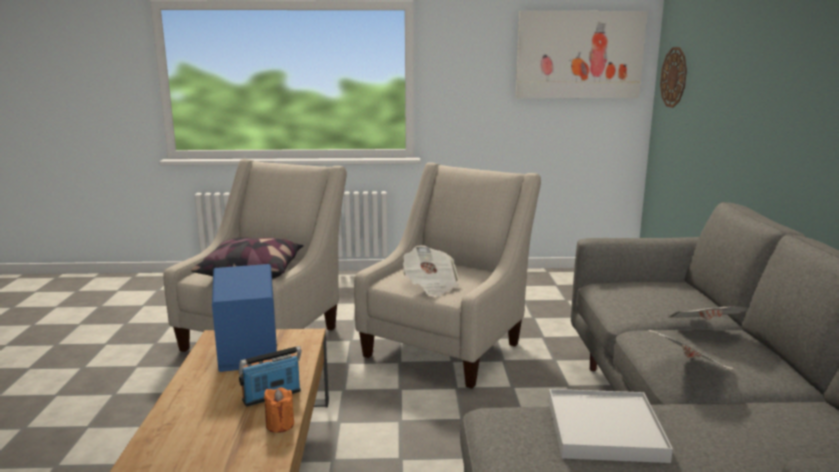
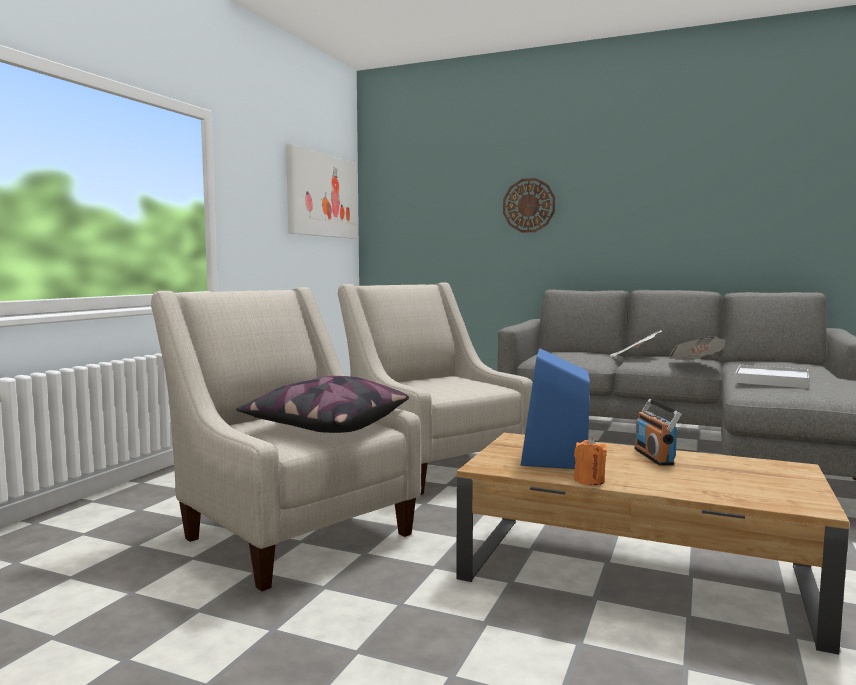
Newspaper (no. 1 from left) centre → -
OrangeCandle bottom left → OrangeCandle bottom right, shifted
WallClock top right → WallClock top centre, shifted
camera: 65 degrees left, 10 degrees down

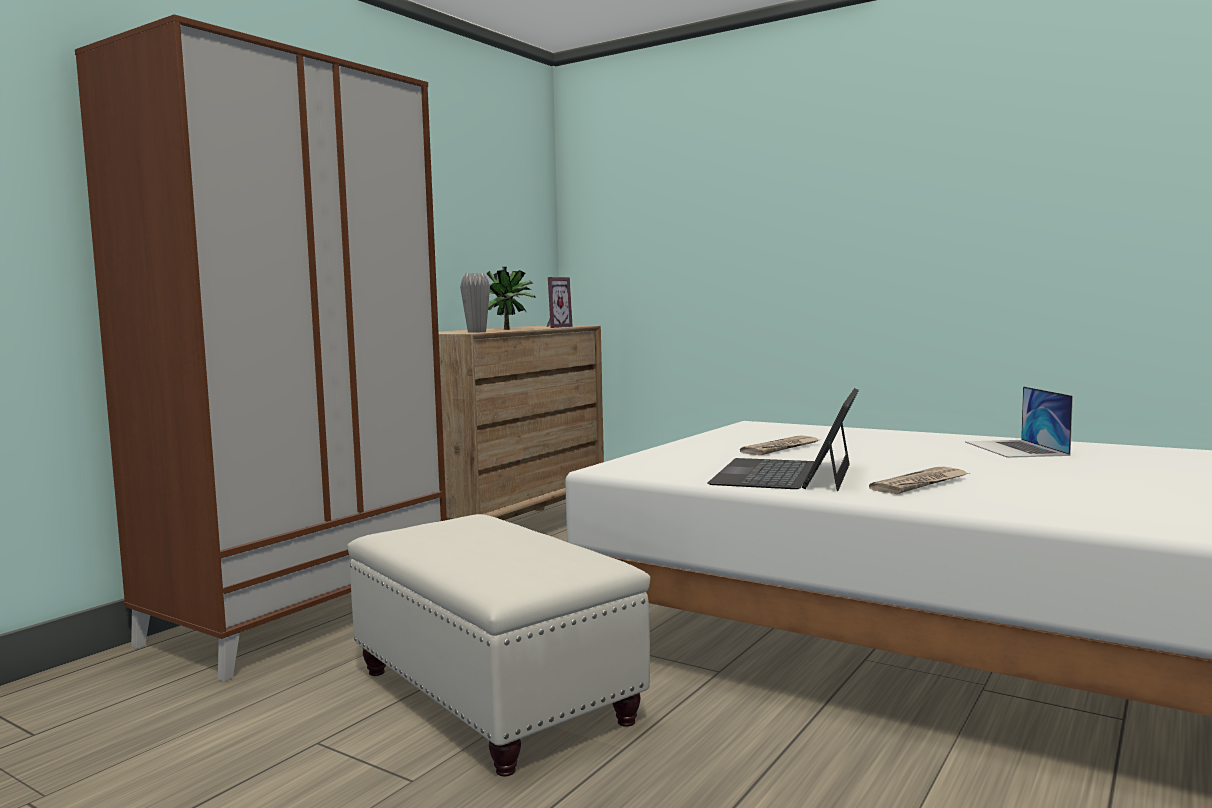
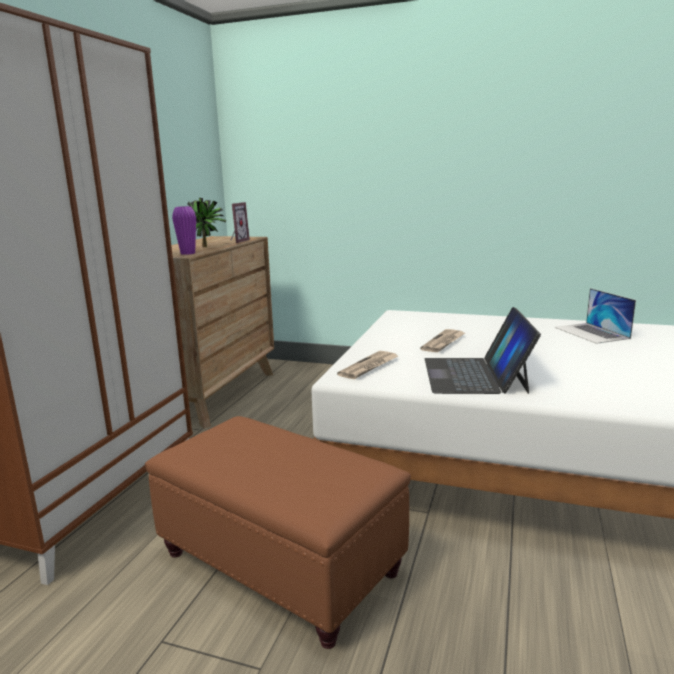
Newspaper (no. 2 from left in the first image) middle right → Newspaper (no. 1 from left) centre, shifted
WhiteOttoman bottom centre → BrownOttoman bottom centre
GreyVase centre → PurpleVase middle left
camera: 15 degrees left, 10 degrees up

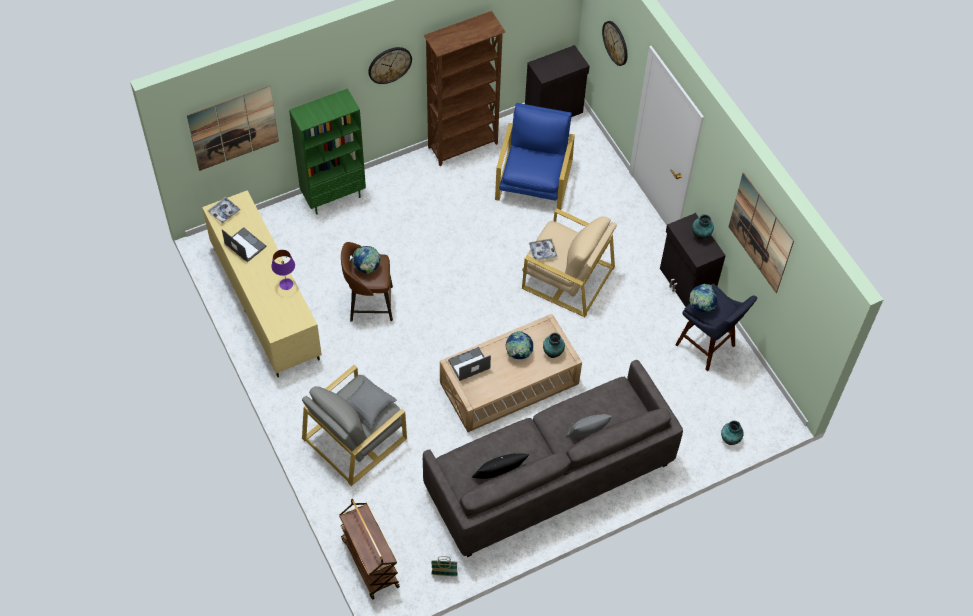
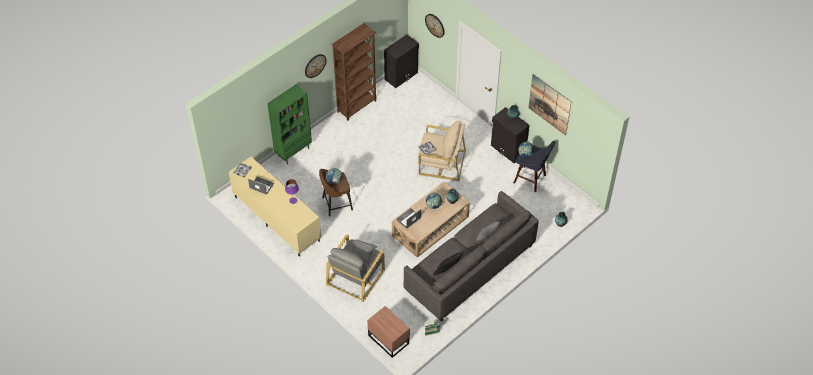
Picture (no. 1 from left) top left → -
BlueArmchair top centre → -
BrownCart bottom centre → BrownNightstand bottom centre
camera: 15 degrees left, 5 degrees down

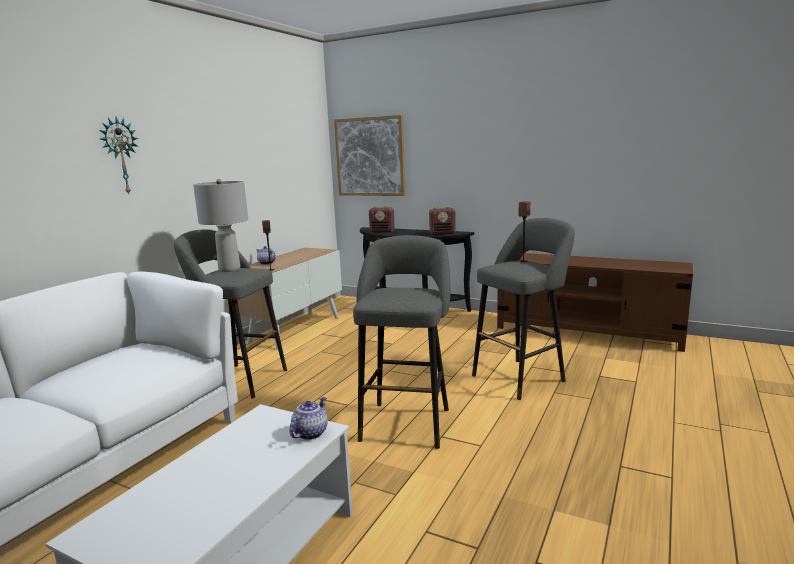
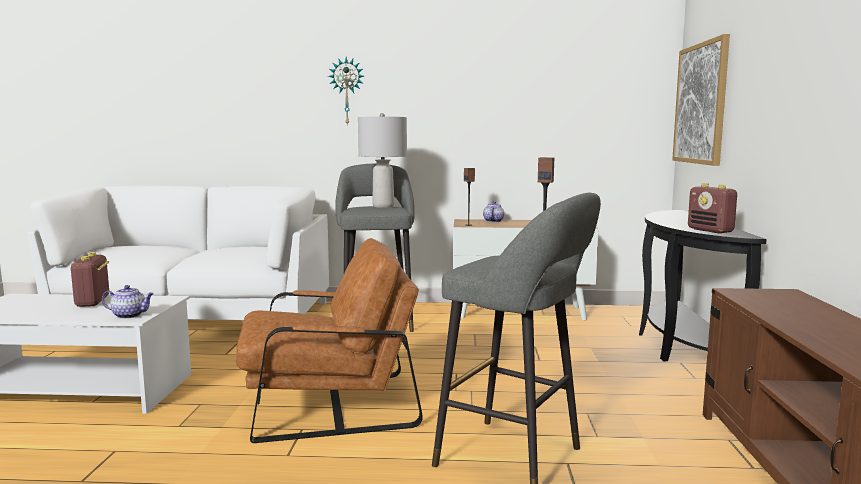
Radio (no. 1 from left) centre → Radio (no. 1 from left) middle left, shifted
GreyStool (no. 2 from left) centre → BrownArmchair bottom centre
camera: 65 degrees right, 5 degrees down

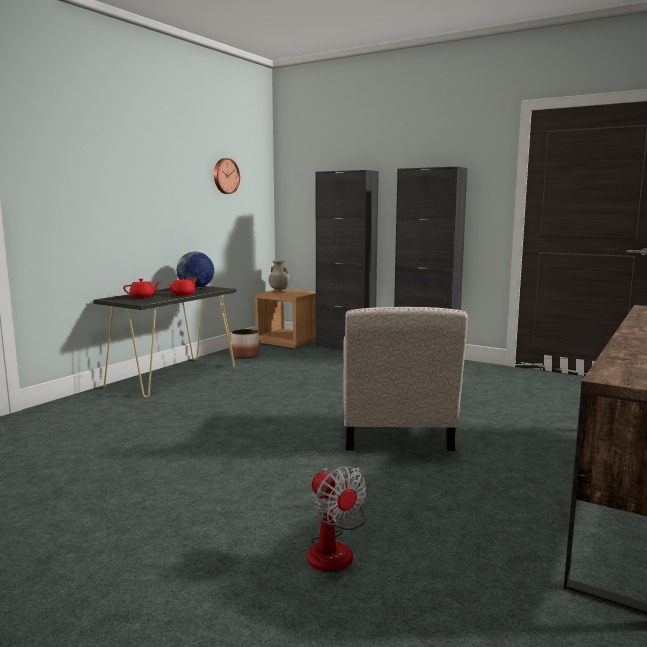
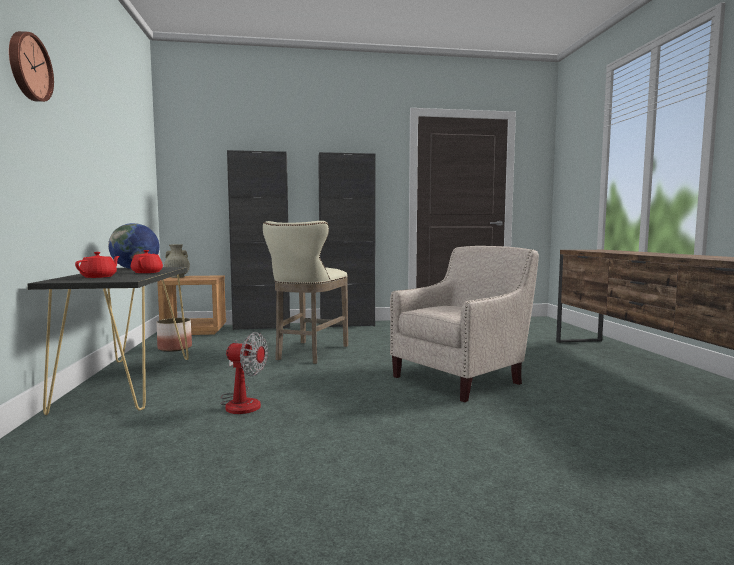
- → BeigeStool centre
WallClock top centre → WallClock top left, shifted
Fan bottom centre → Fan middle left, shifted
BeigeArmchair centre, 90 degrees counterclockwise
camera: 40 degrees left, 5 degrees down

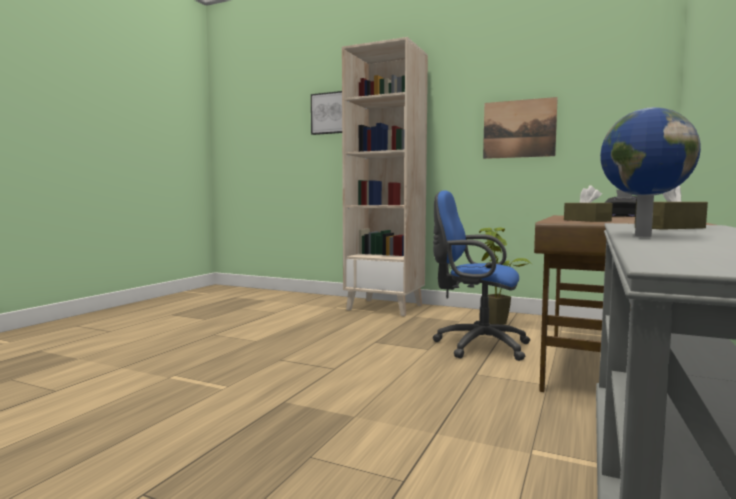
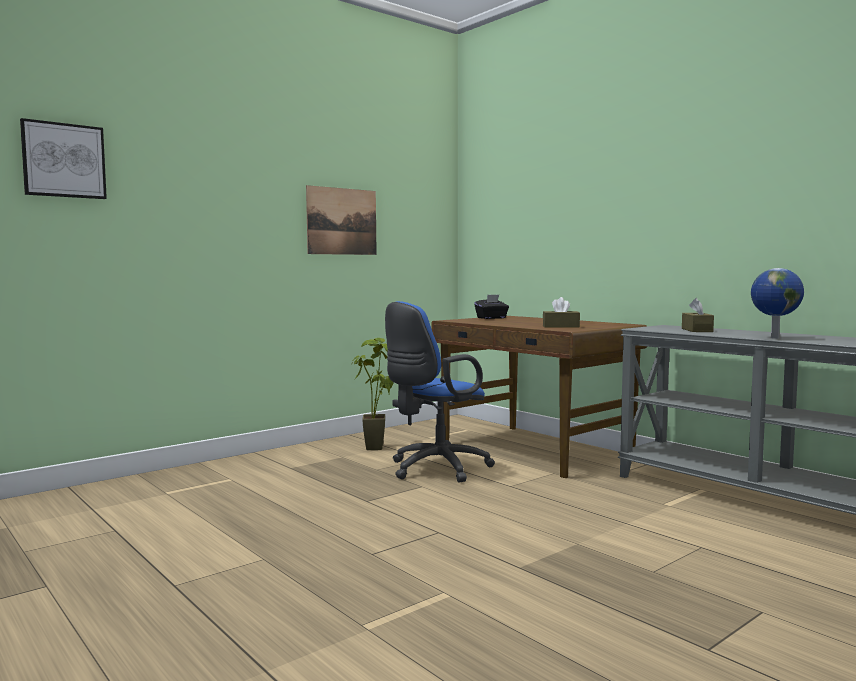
BeigeBookcase centre → -
camera: 65 degrees left, 0 degrees up

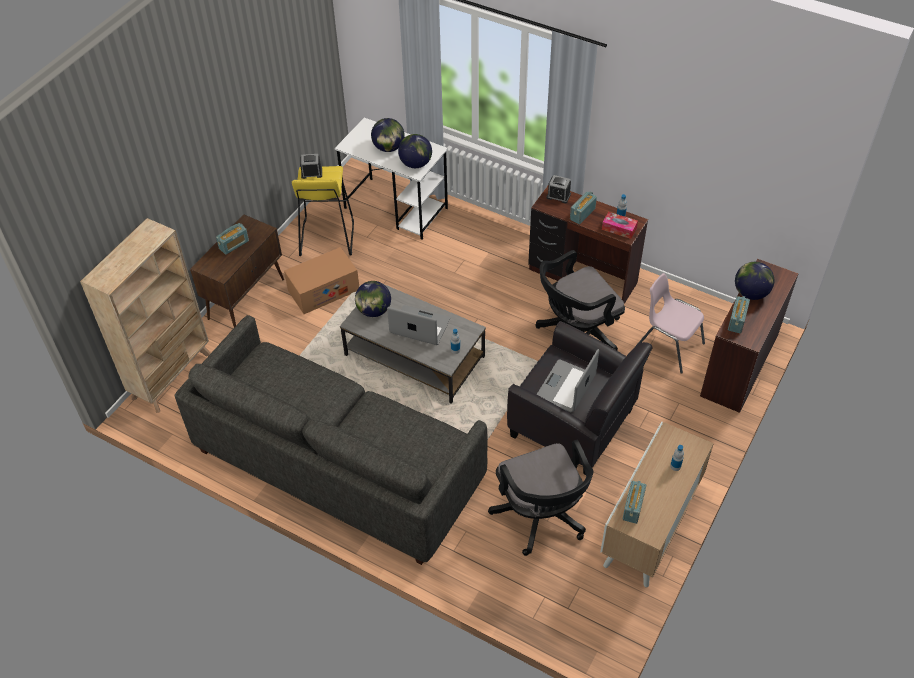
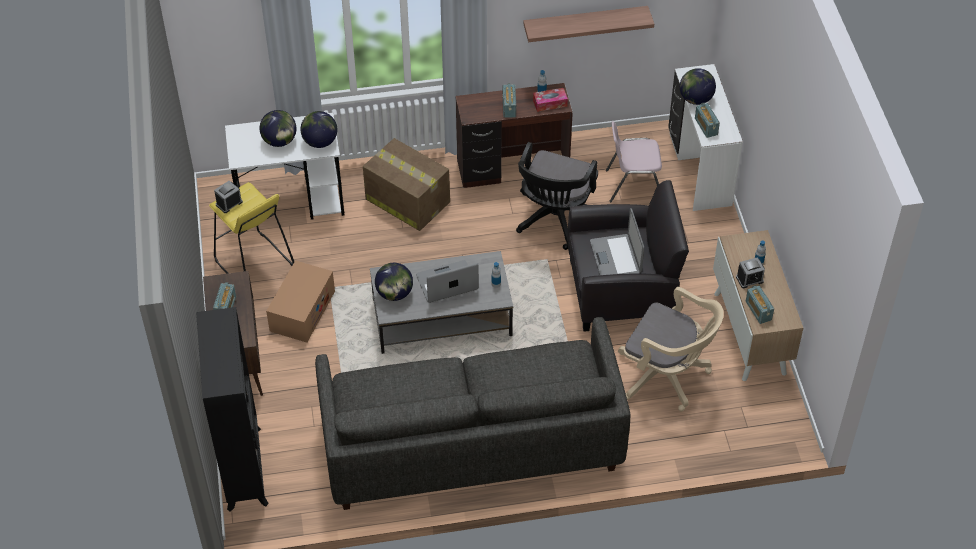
- → CardboardBox (no. 2 from left) centre
- → Shelf top centre
AlarmClock (no. 2 from left) top centre → AlarmClock (no. 2 from left) middle right, shifted
BeigeBookcase middle left → BlackBookcase bottom left
BlackOfficeChair (no. 1 from left) bottom centre → BeigeOfficeChair middle right
BrownDesk (no. 2 from left) middle right → WhiteDesk (no. 2 from left) top right
camera: 40 degrees left, 0 degrees up

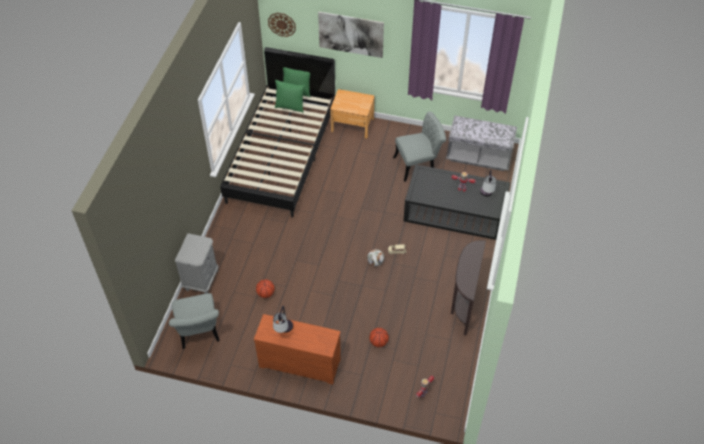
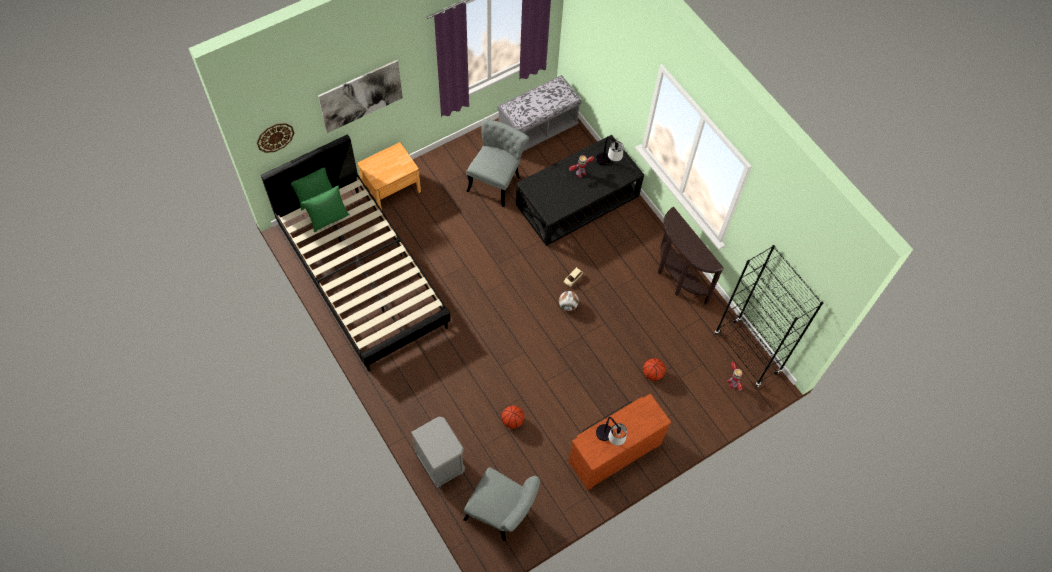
- → BlackBookcase middle right
camera: 50 degrees left, 10 degrees up

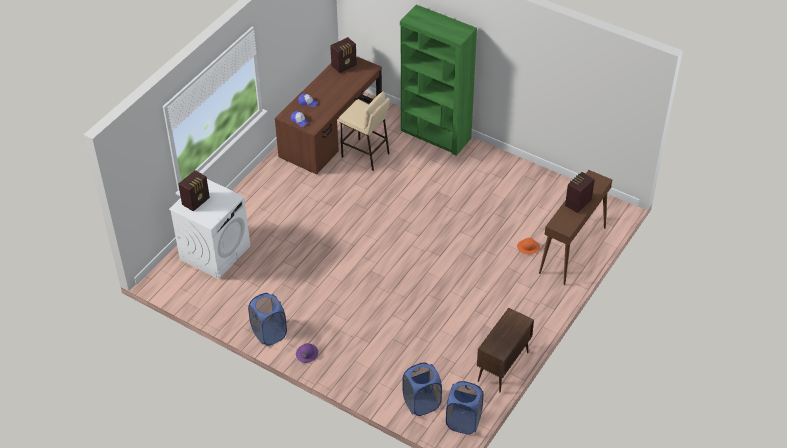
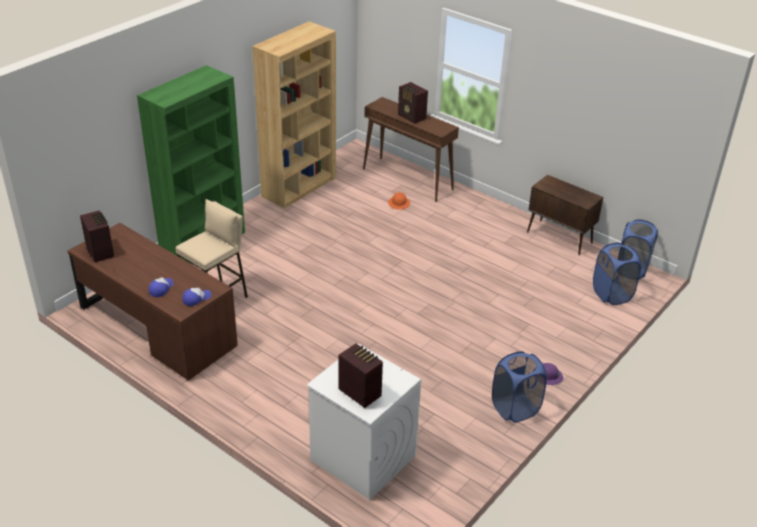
- → BrownBookcase top centre
camera: 85 degrees left, 10 degrees down

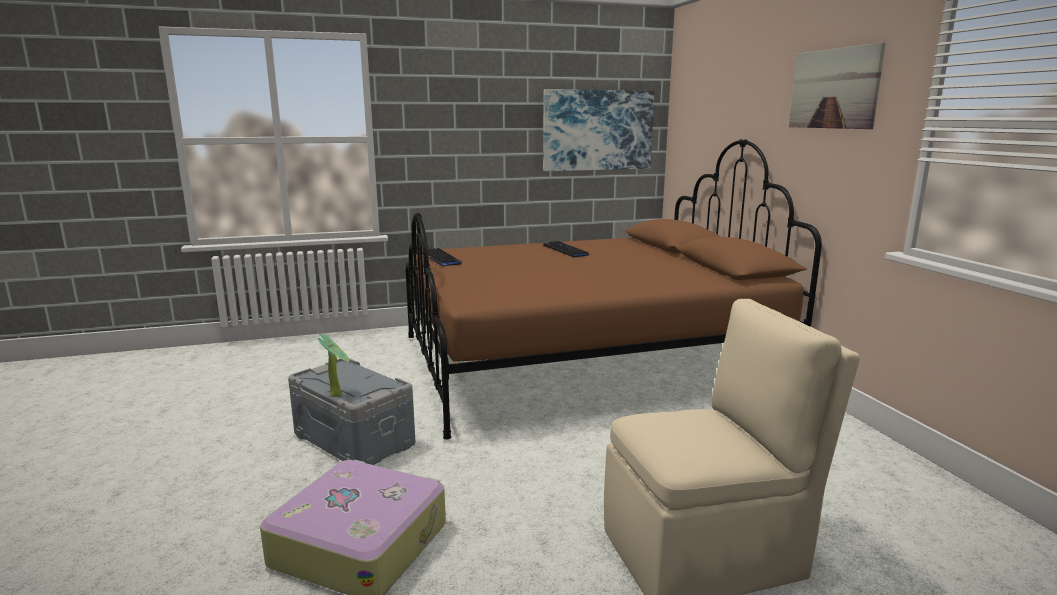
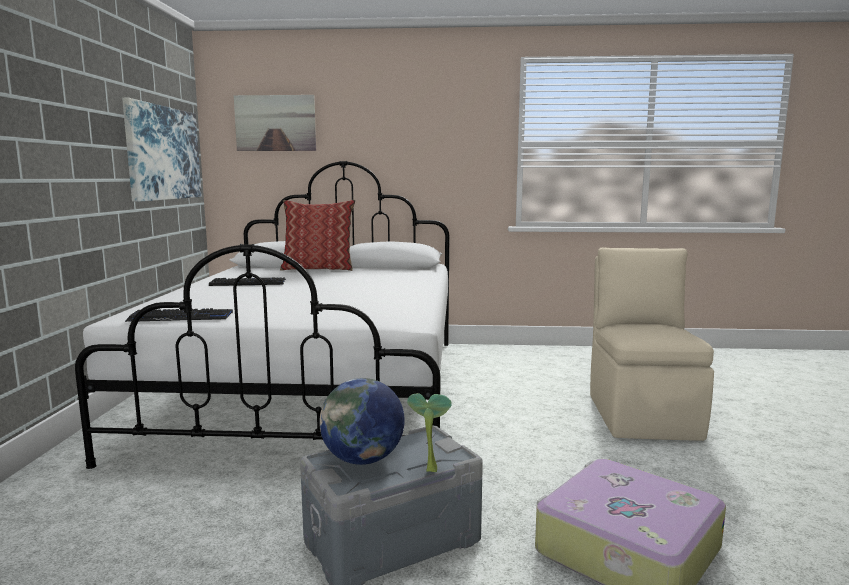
- → Pillow centre
- → Globe bottom centre
Picture (no. 2 from left) top right → Picture (no. 2 from left) top left, shifted
BrownBed centre → WhiteBed middle left
camera: 70 degrees left, 5 degrees down

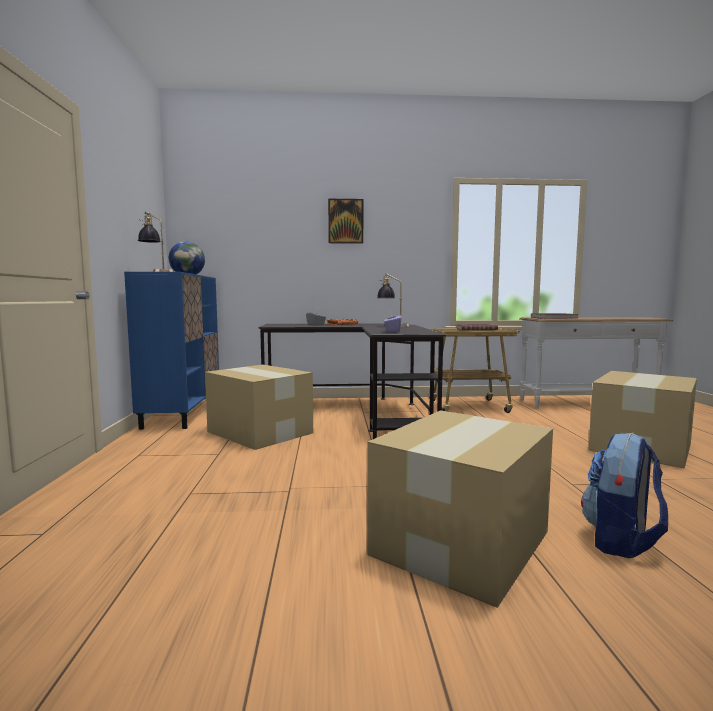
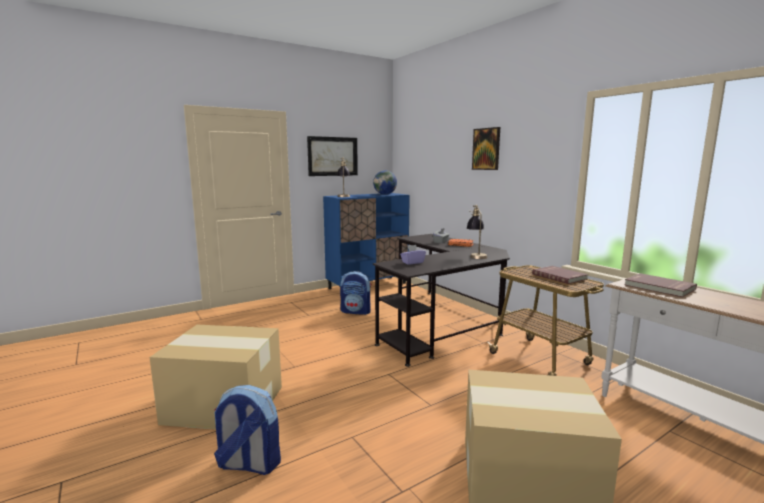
- → Picture (no. 1 from left) top centre
CardboardBox (no. 1 from left) centre → Backpack (no. 2 from left) centre
camera: 60 degrees right, 5 degrees up

